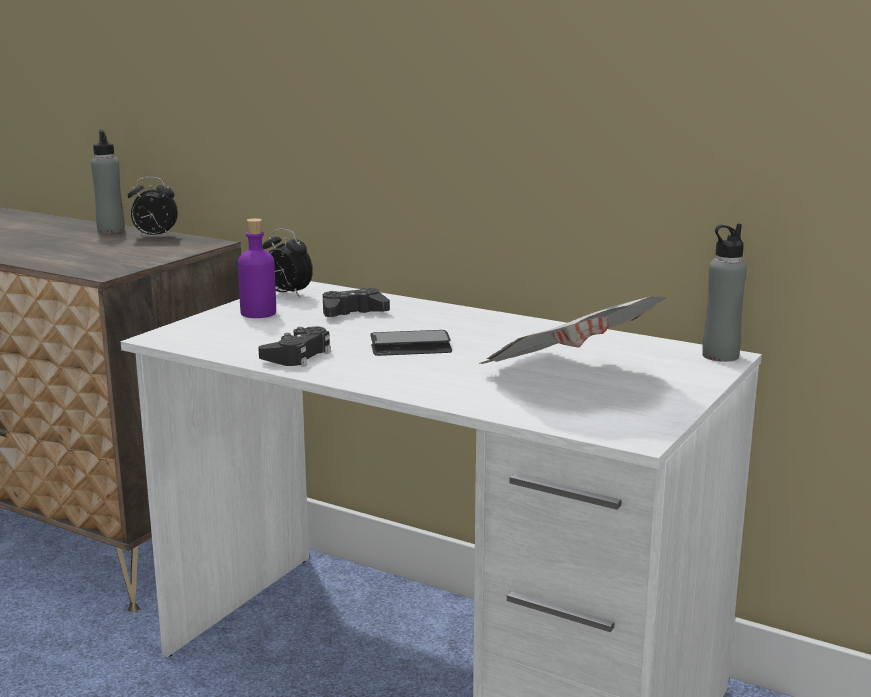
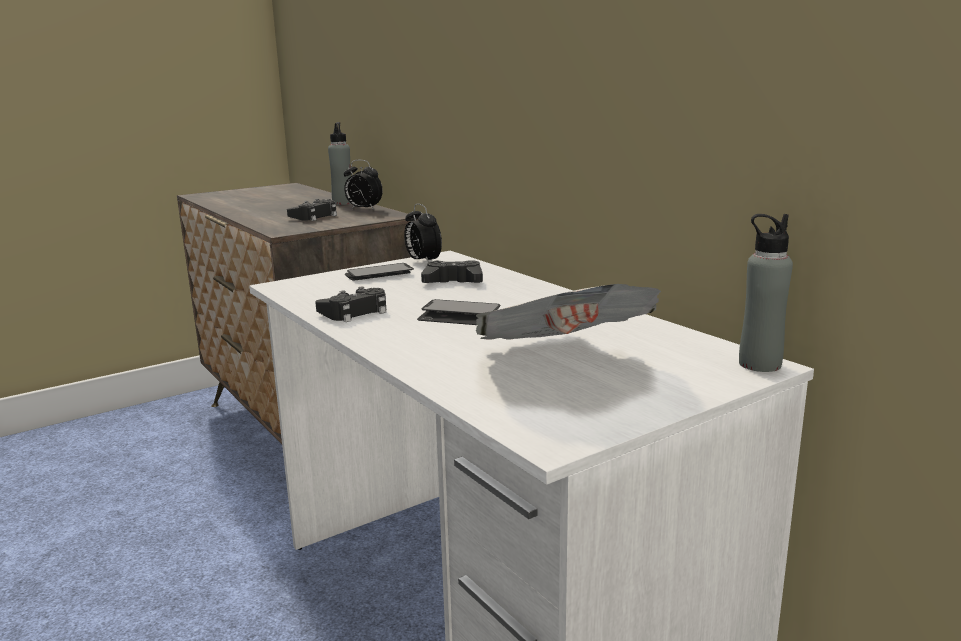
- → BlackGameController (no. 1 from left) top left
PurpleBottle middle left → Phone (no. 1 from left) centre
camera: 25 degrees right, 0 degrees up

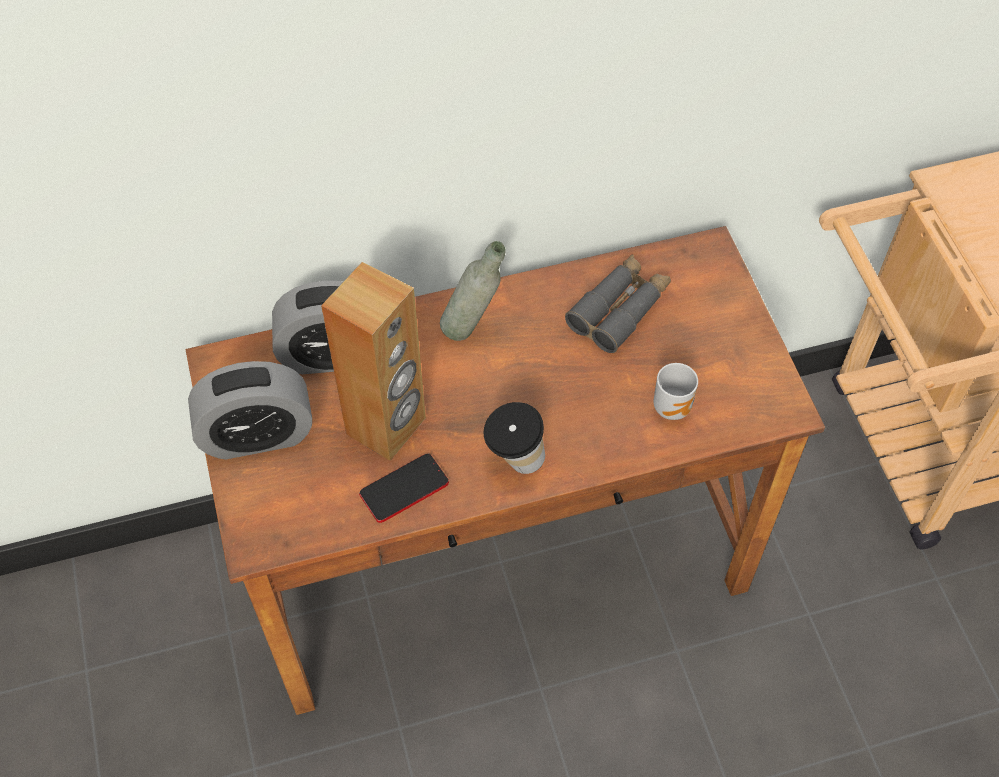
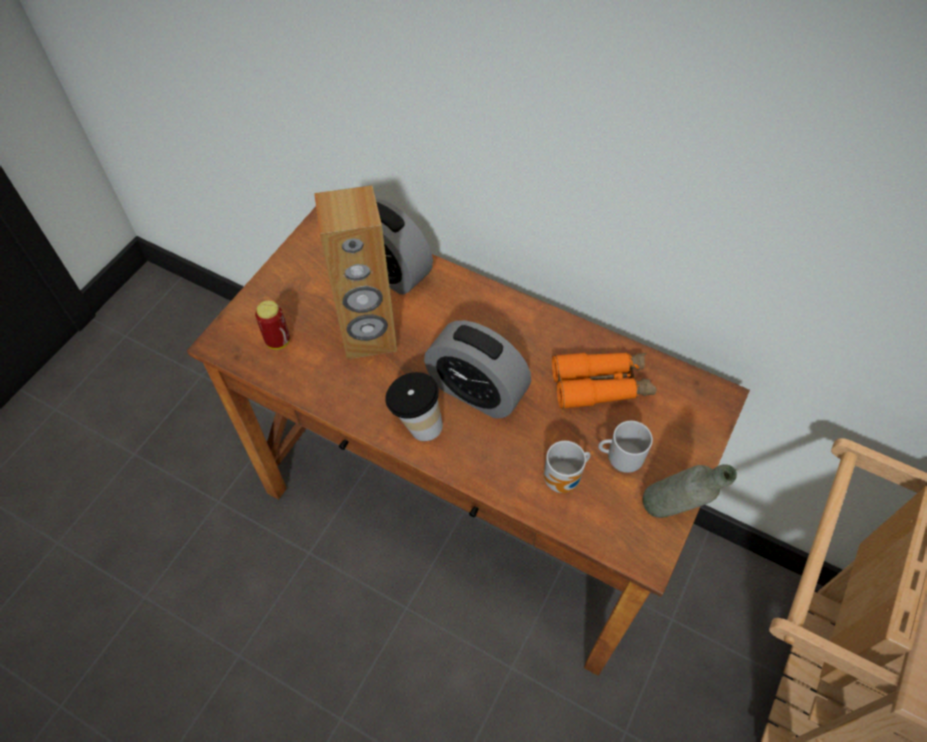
Phone centre → -
- → Can middle left
- → Mug (no. 2 from left) middle right
AlarmClock (no. 1 from left in the first image) middle left → AlarmClock (no. 2 from left) centre, shifted
GreyBottle centre → GreyBottle middle right, shifted
GreyBinoculars centre → OrangeBinoculars centre
camera: 45 degrees right, 0 degrees up

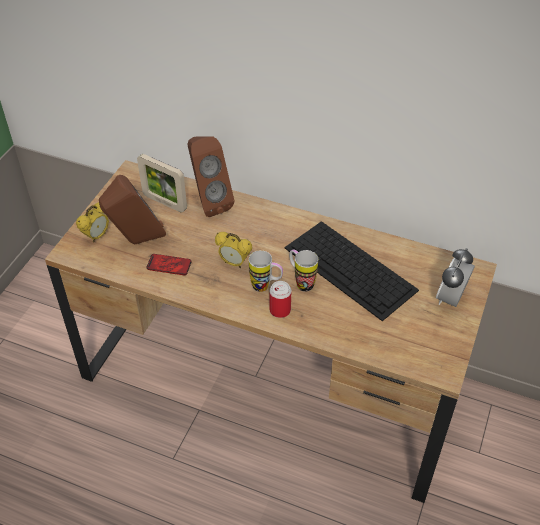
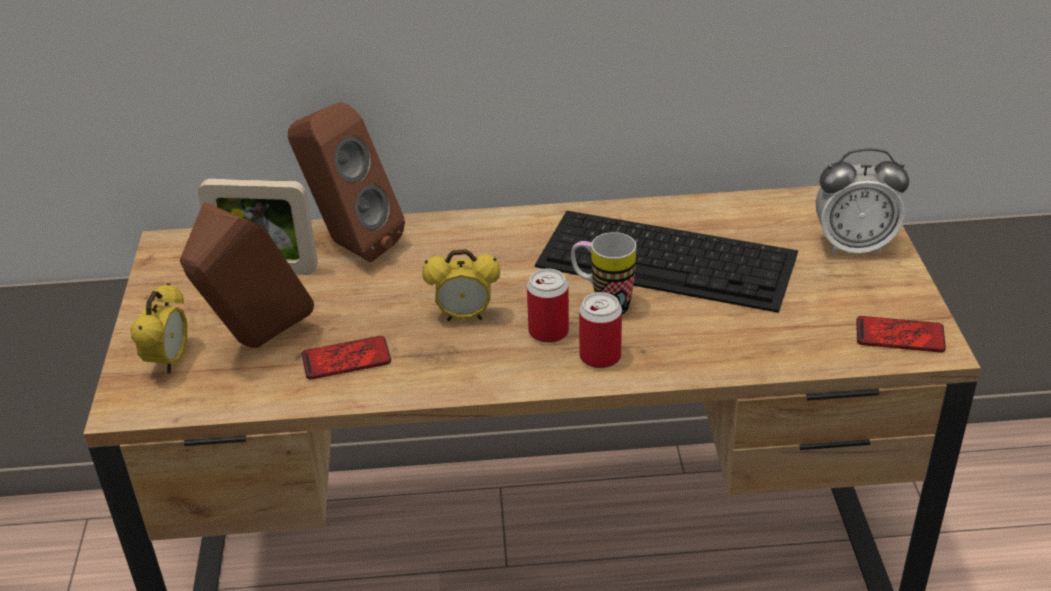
- → Phone (no. 2 from left) middle right
Mug (no. 1 from left) centre → Can (no. 1 from left) centre
AlarmClock (no. 3 from left) middle right, 90 degrees counterclockwise
camera: 25 degrees left, 10 degrees down

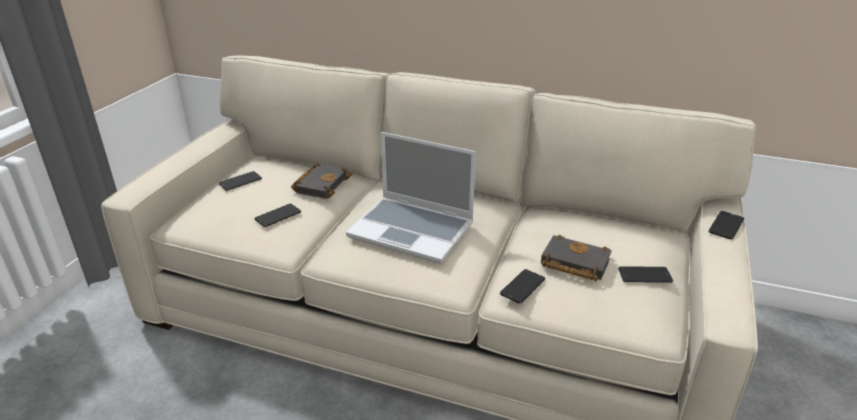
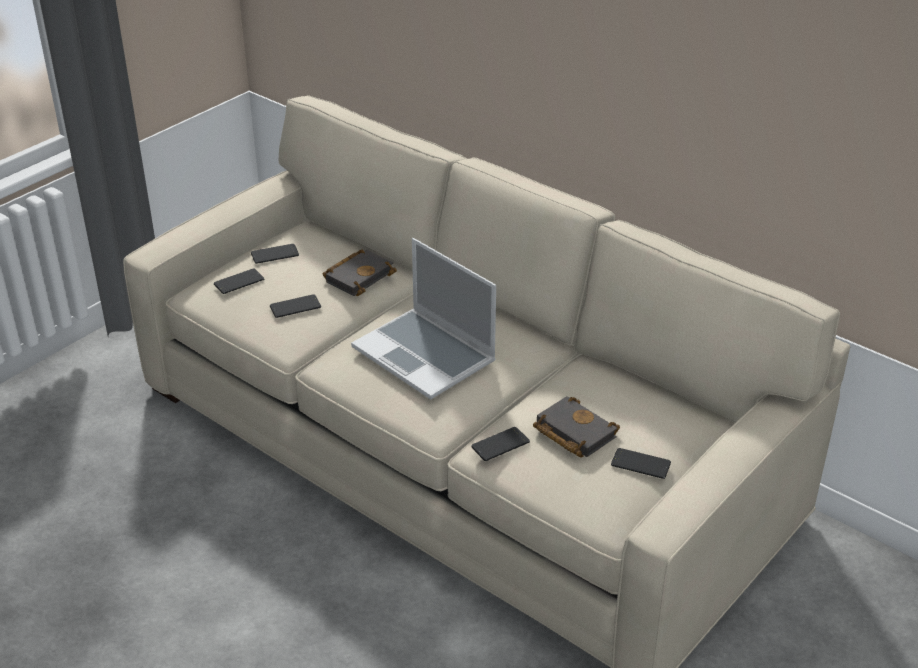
Phone (no. 5 from left in the first image) middle right → Phone (no. 1 from left) middle left, shifted
camera: 20 degrees right, 5 degrees up

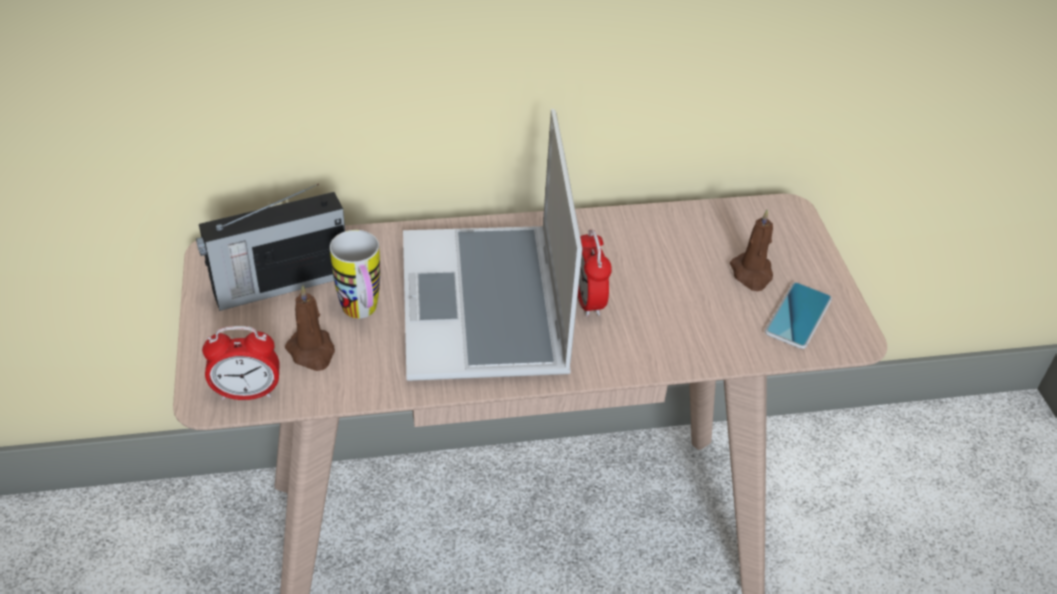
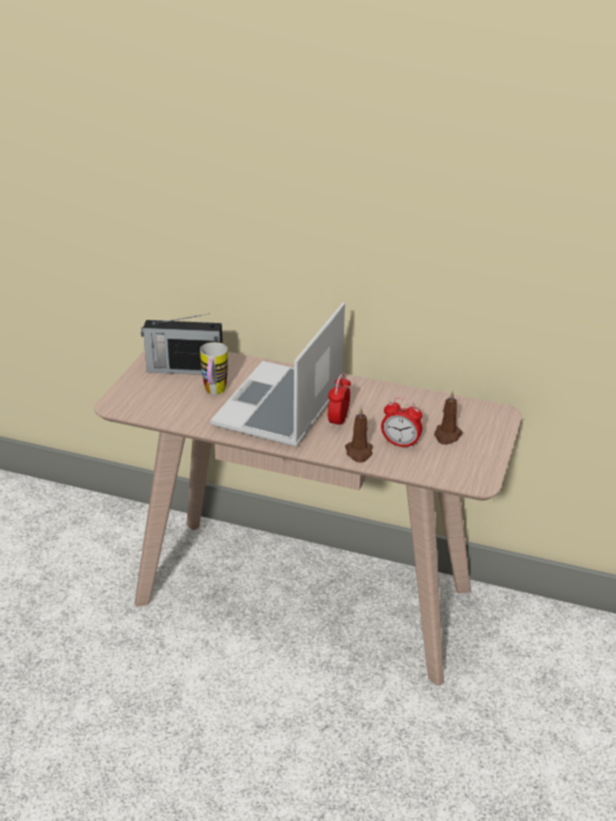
Phone middle right → -
AlarmClock (no. 1 from left in the first image) middle left → AlarmClock (no. 2 from left) centre, shifted
BrownCandle (no. 1 from left) middle left → BrownCandle (no. 1 from left) centre, shifted
camera: 30 degrees right, 10 degrees down

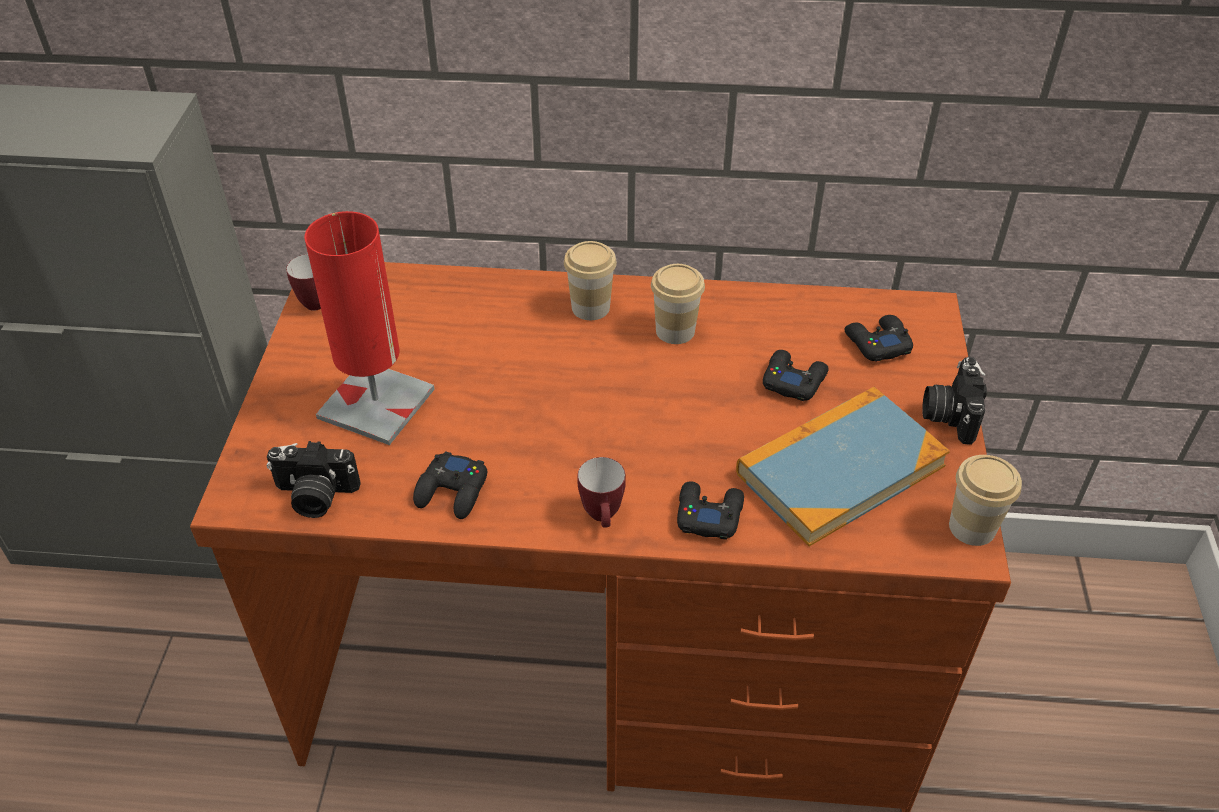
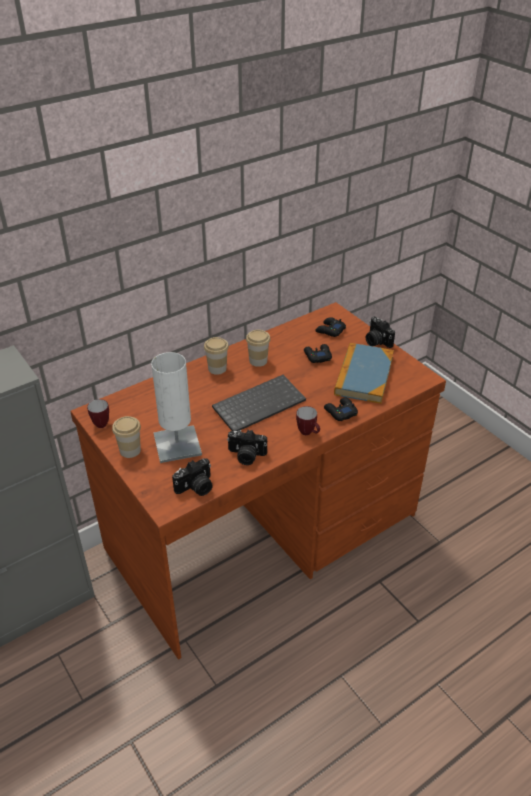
- → Keyboard centre
Cup (no. 3 from left in the first image) middle right → Cup (no. 1 from left) middle left, shifted
BlackGameController (no. 1 from left) centre → PhotoCamera (no. 2 from left) centre
RedTableLamp middle left → WhiteTableLamp middle left
camera: 40 degrees left, 5 degrees down

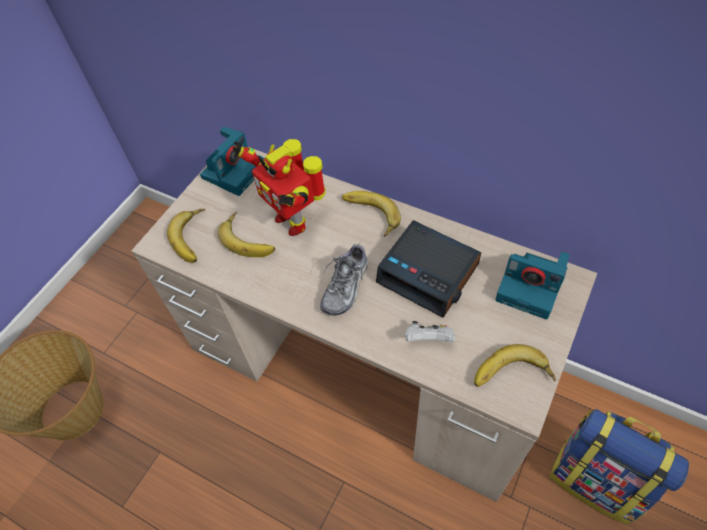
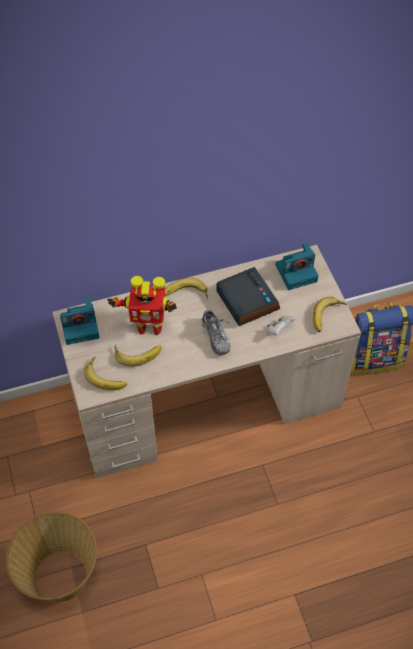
PhotoCamera (no. 1 from left) top left → PhotoCamera (no. 1 from left) middle left, 90 degrees clockwise
AlarmClock centre, 105 degrees counterclockwise
camera: 50 degrees left, 0 degrees up

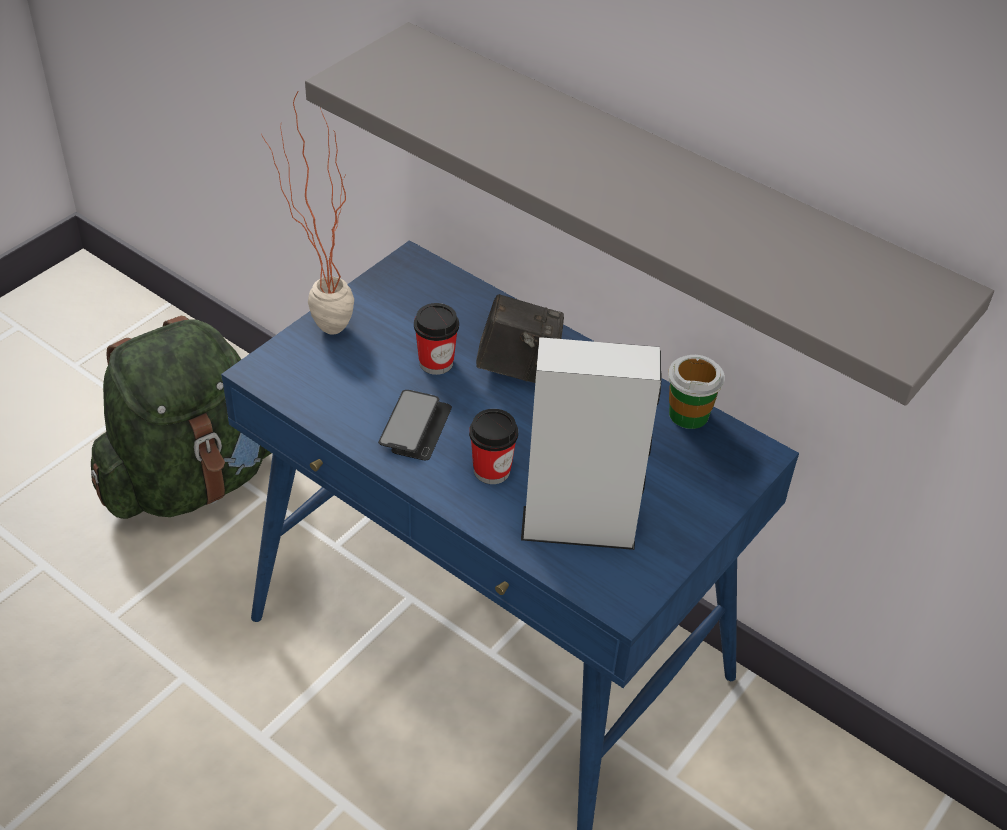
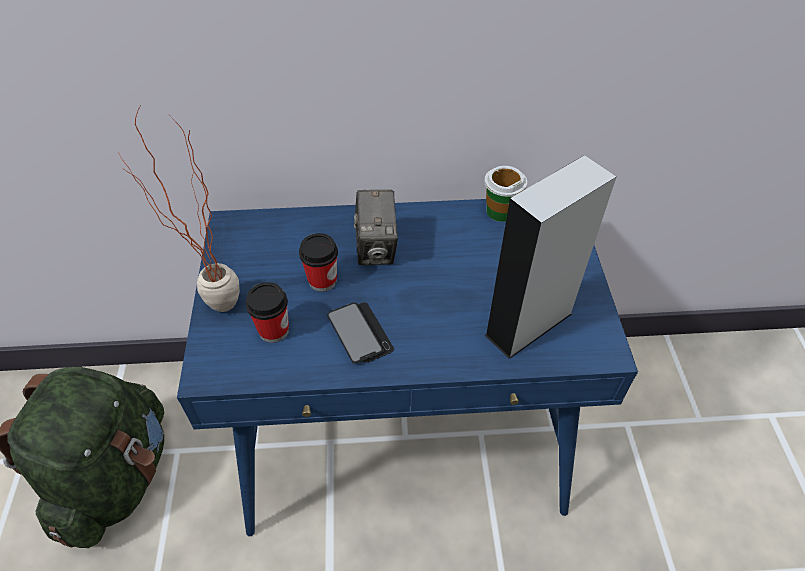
GreyShelf top centre → -
Cup (no. 2 from left in the first image) centre → Cup (no. 1 from left) middle left, shifted
PhotoCamera centre, 120 degrees clockwise
camera: 40 degrees left, 5 degrees up

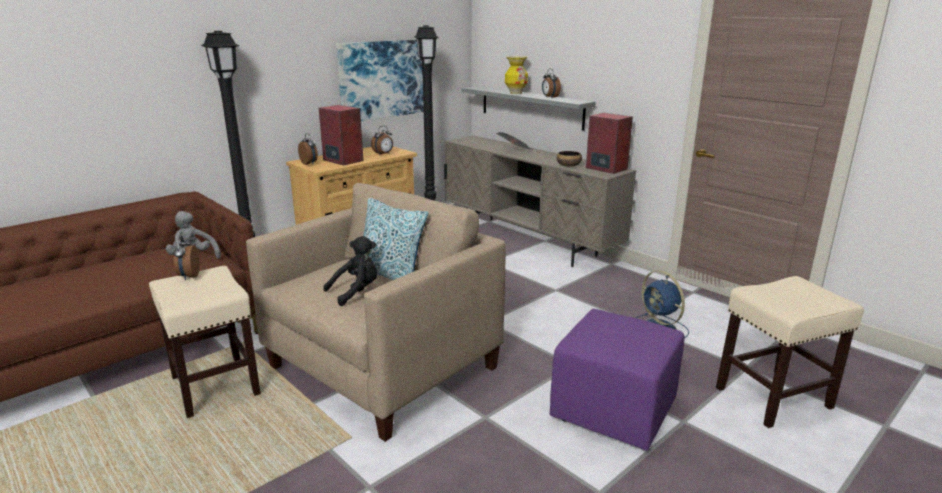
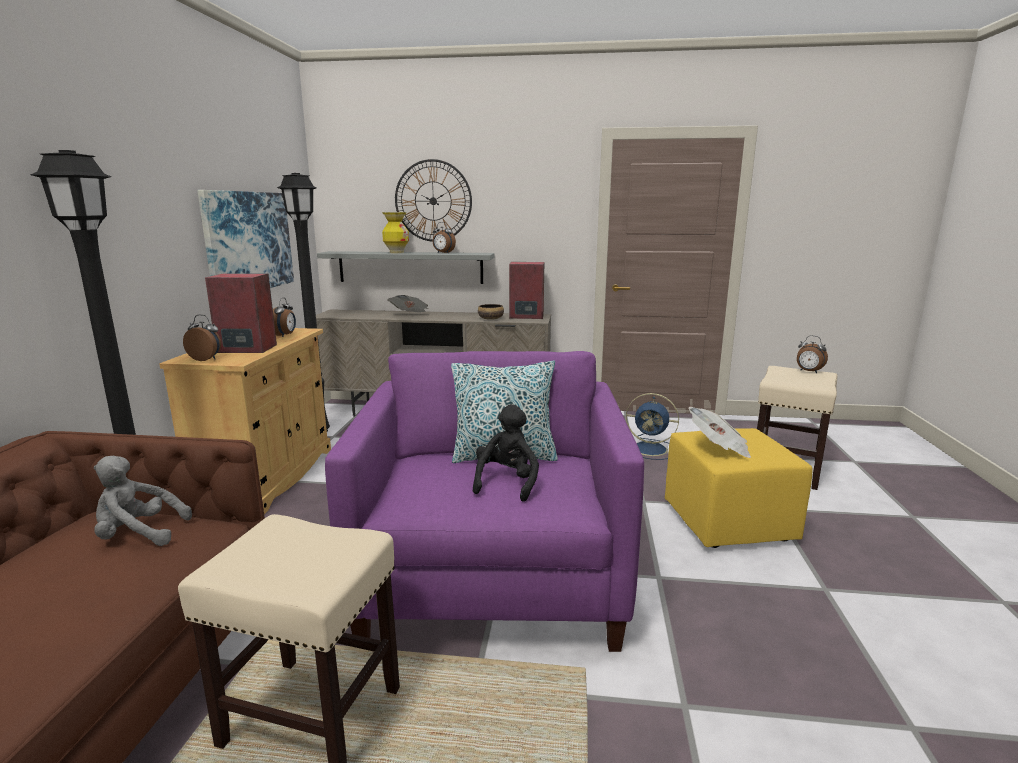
- → WallClock top centre
- → Newspaper (no. 2 from left) middle right
AlarmClock (no. 1 from left in the first image) middle left → AlarmClock (no. 4 from left) middle right, shifted
BeigeArmchair centre → PurpleArmchair centre
PurpleOttoman bottom centre → YellowOttoman middle right
camera: 40 degrees left, 5 degrees down

